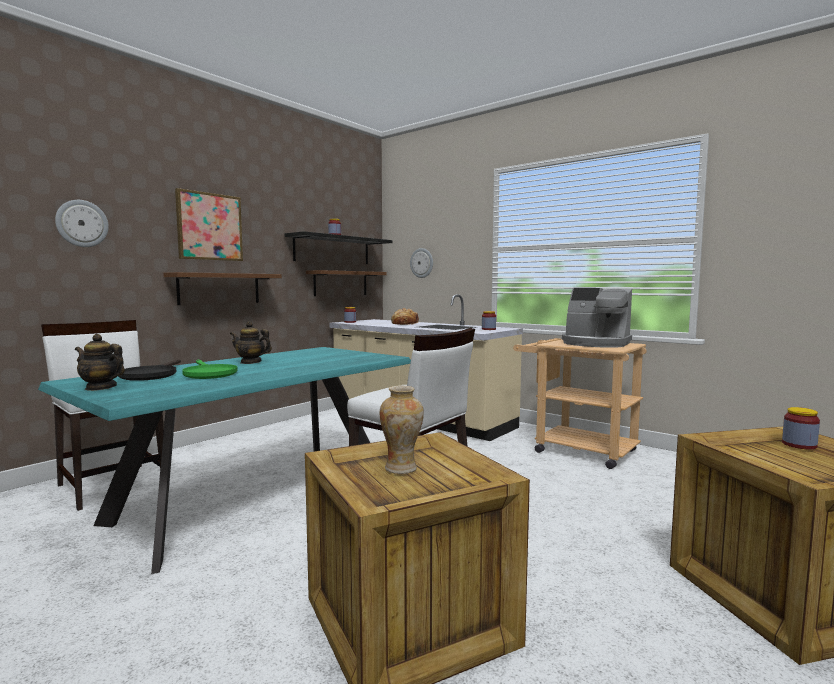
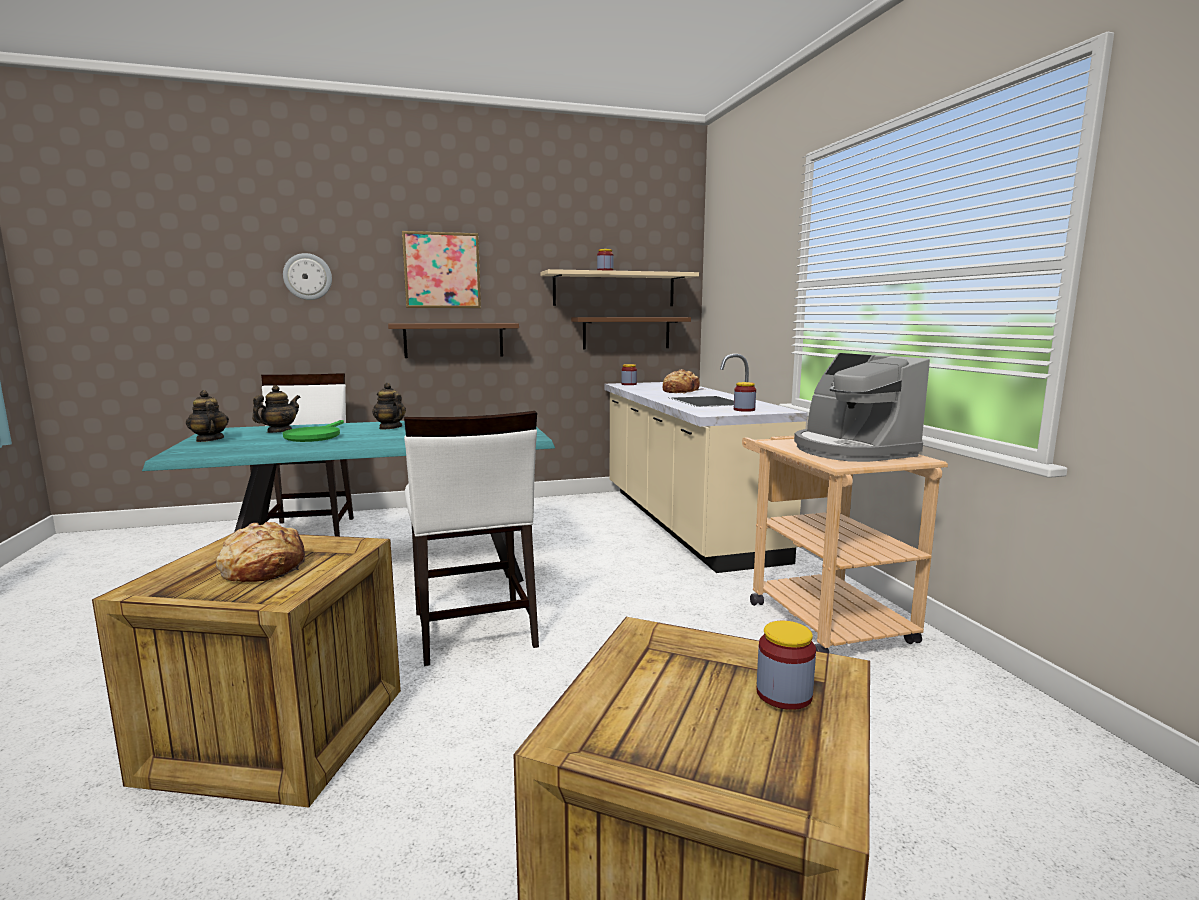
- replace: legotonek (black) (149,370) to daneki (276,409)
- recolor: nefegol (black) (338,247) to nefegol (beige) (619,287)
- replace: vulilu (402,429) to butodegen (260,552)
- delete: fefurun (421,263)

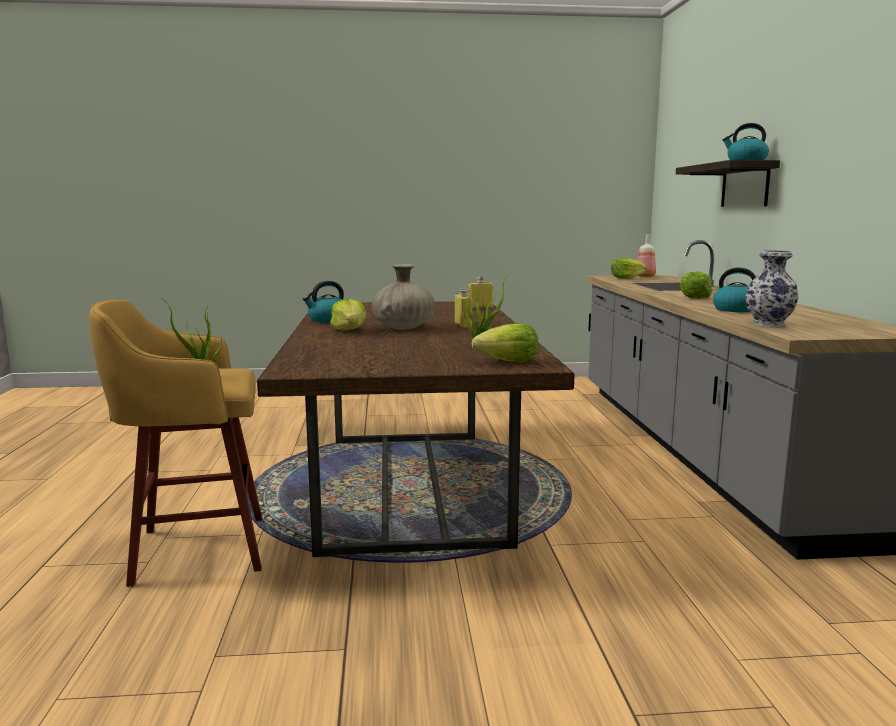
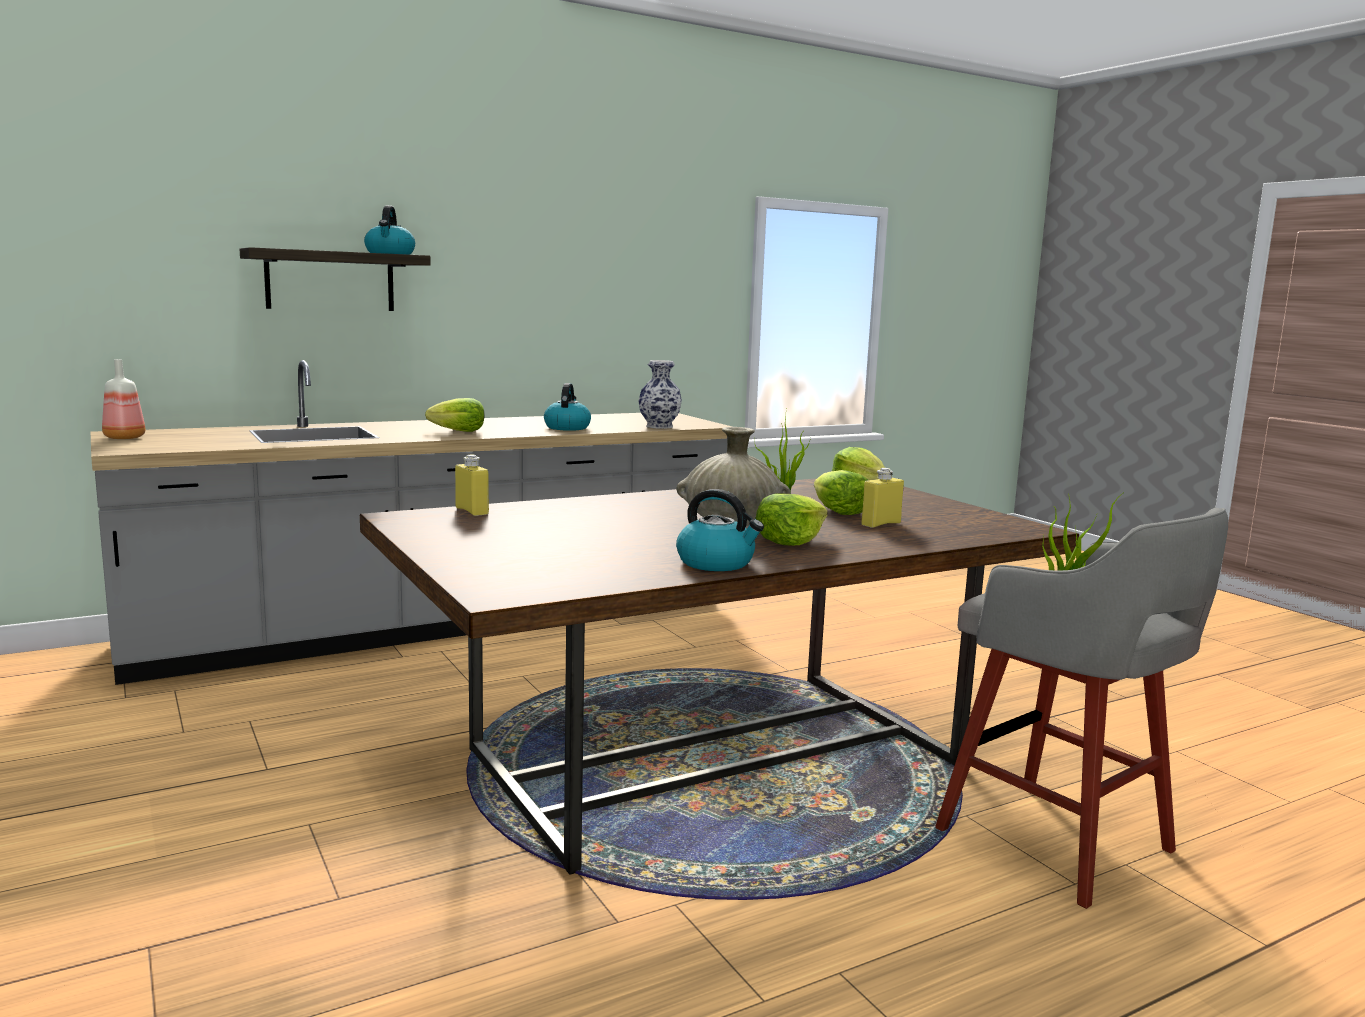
- recolor: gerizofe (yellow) (175,443) to gerizofe (grey) (1081,708)
- move: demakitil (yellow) (463,308) to (882,498)
- move: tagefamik (629,268) to (841,492)

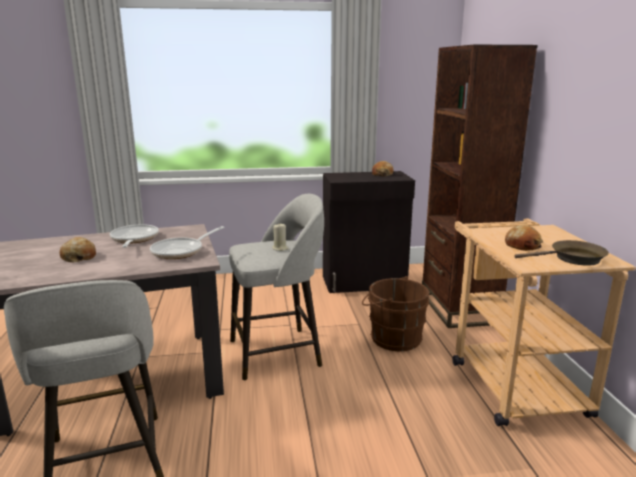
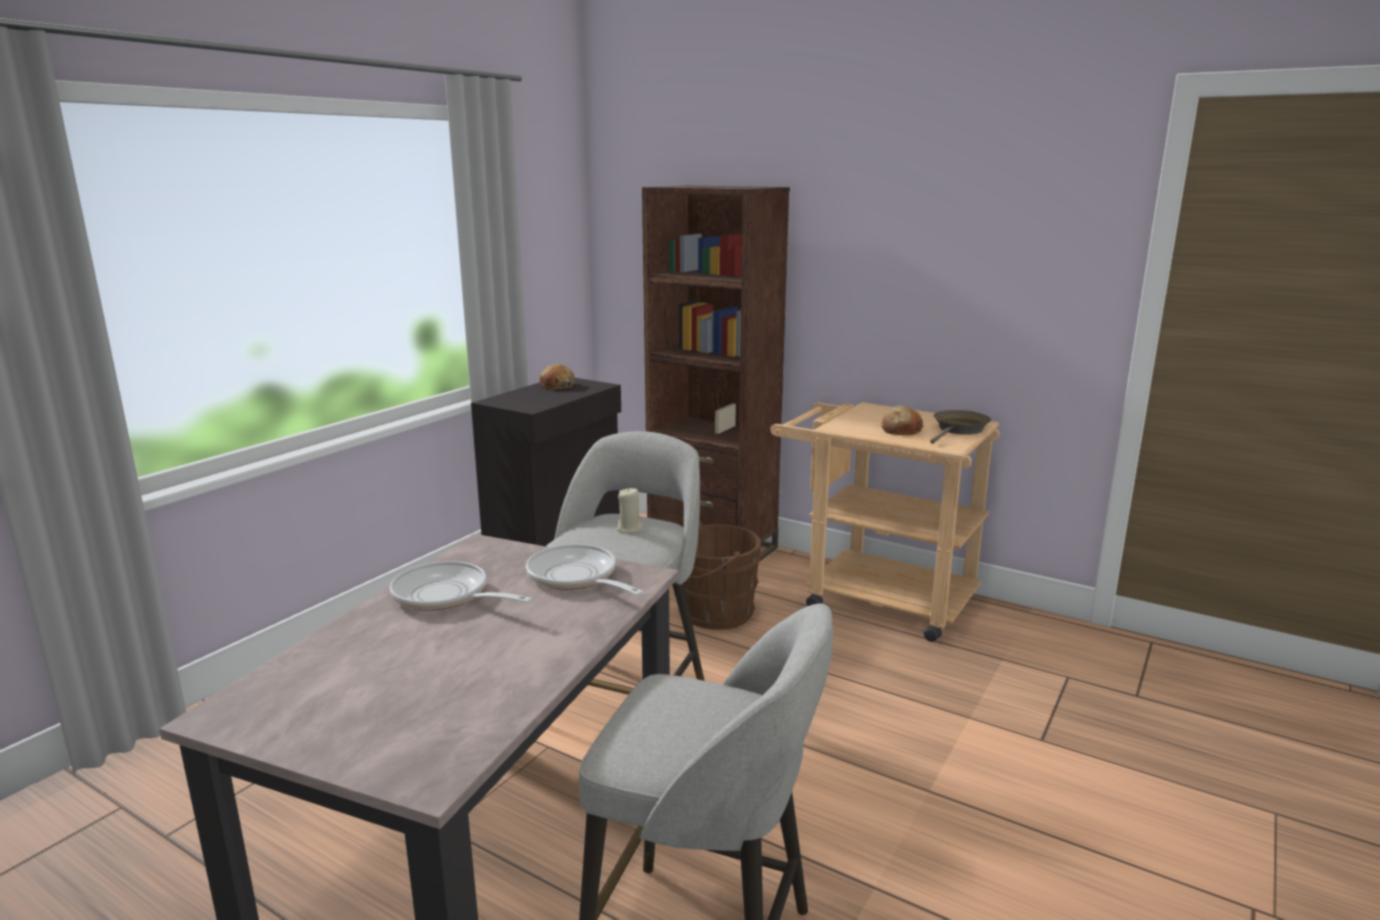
- delete: butodegen (78,250)
- rotate: legotonek (187,242) = (585,570) 150 degrees clockwise

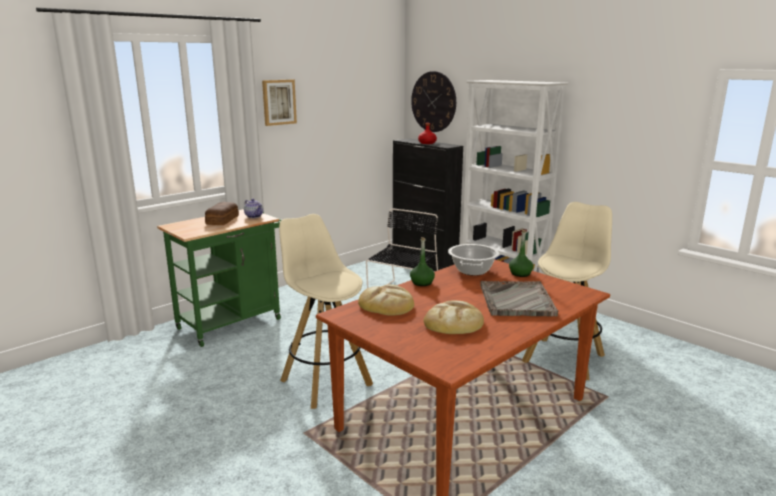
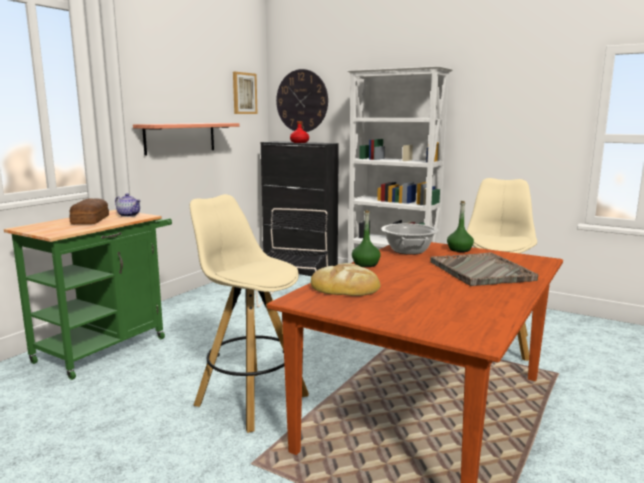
- move: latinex (279,103) to (245,93)
- delete: butodegen (454,317)
- insert: nefegol (186,139)

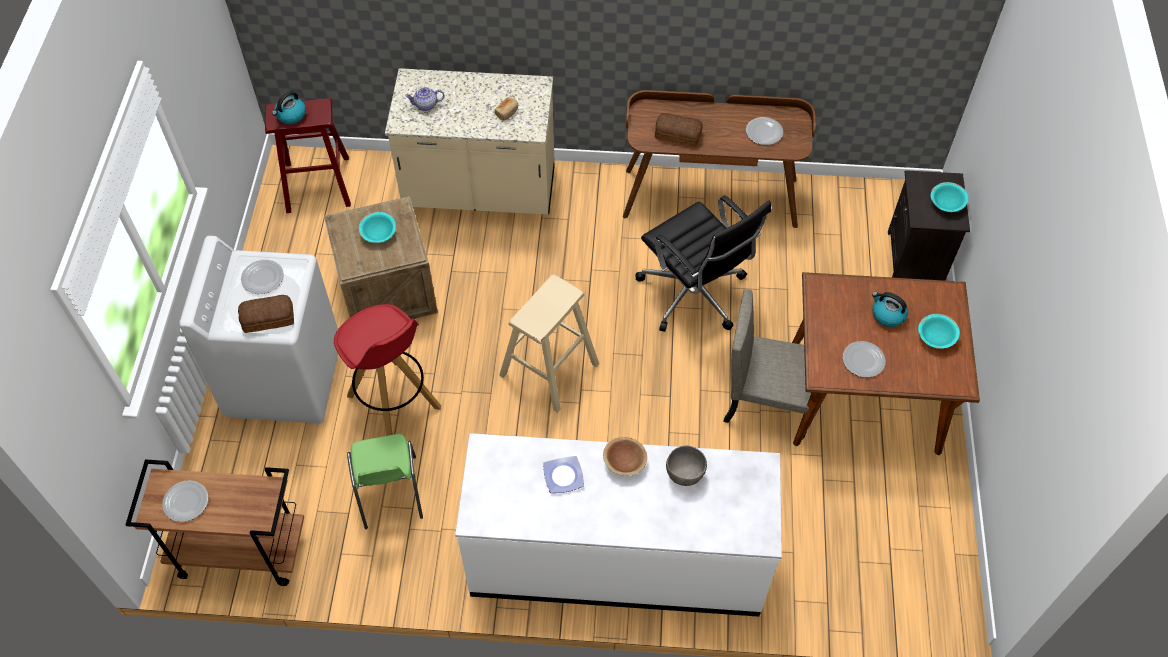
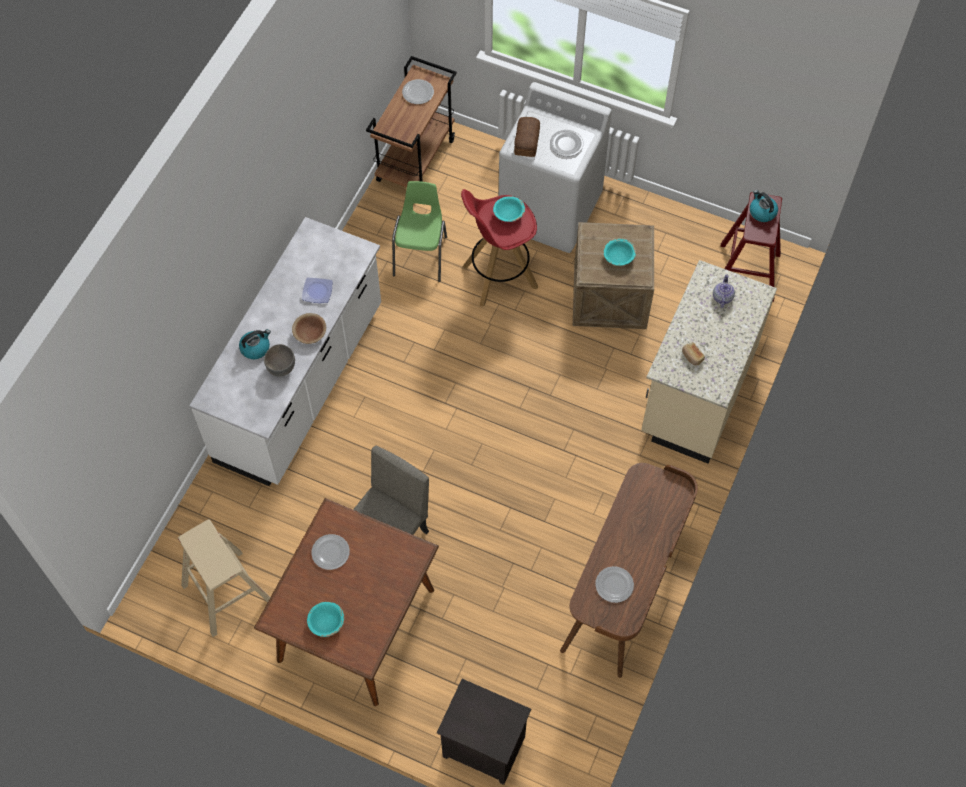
- rotate: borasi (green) (385,481) = (419,231) 90 degrees clockwise
- move: gerizofe (beige) (549,343) to (224,578)
- delete: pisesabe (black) (703,263)
- delete: butodegen (679,130)
- move: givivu (890,309) to (255,344)
- move: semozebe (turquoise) (949,197) to (509,209)

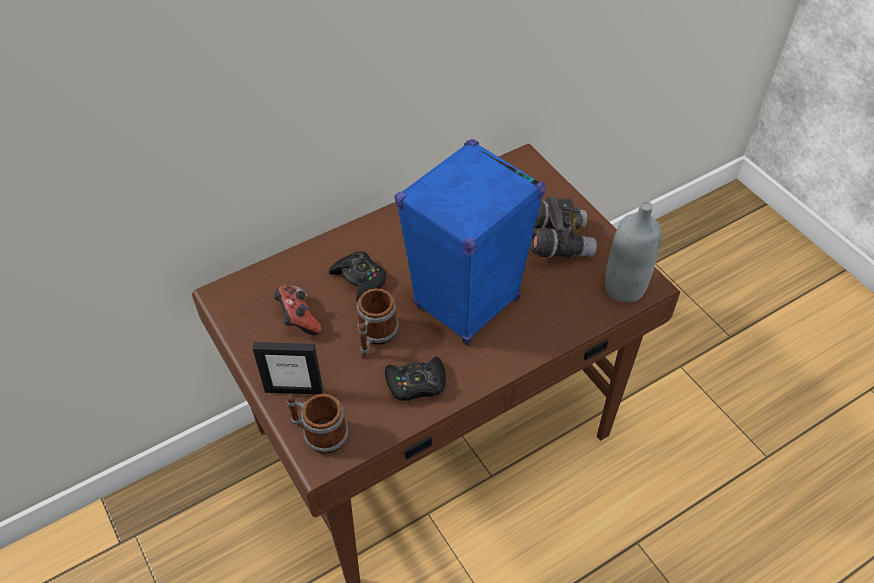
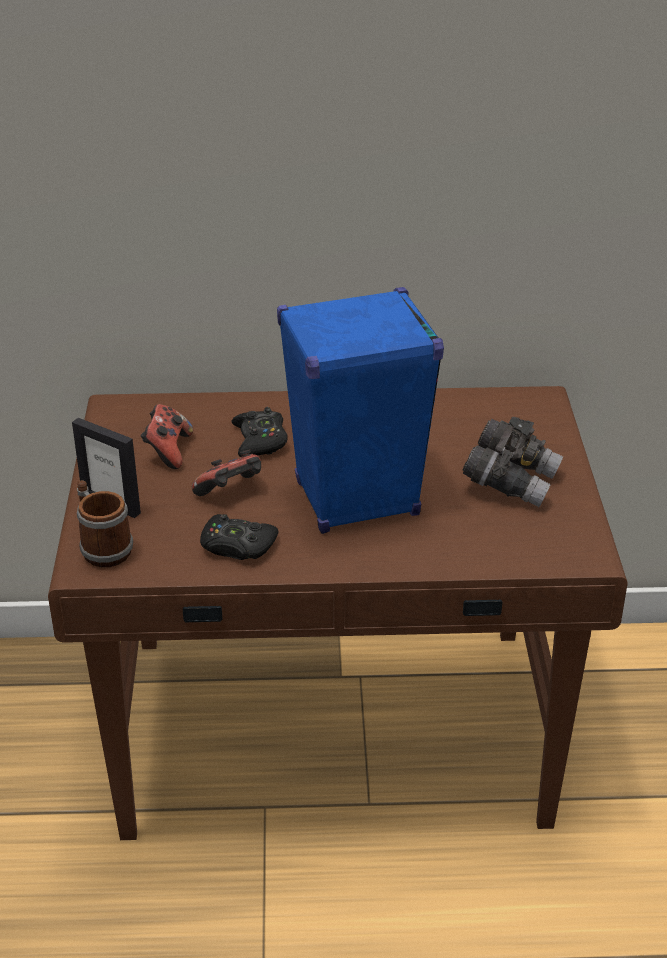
- replace: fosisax (378,323) to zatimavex (226,472)
- delete: demakitil (grey) (633,251)

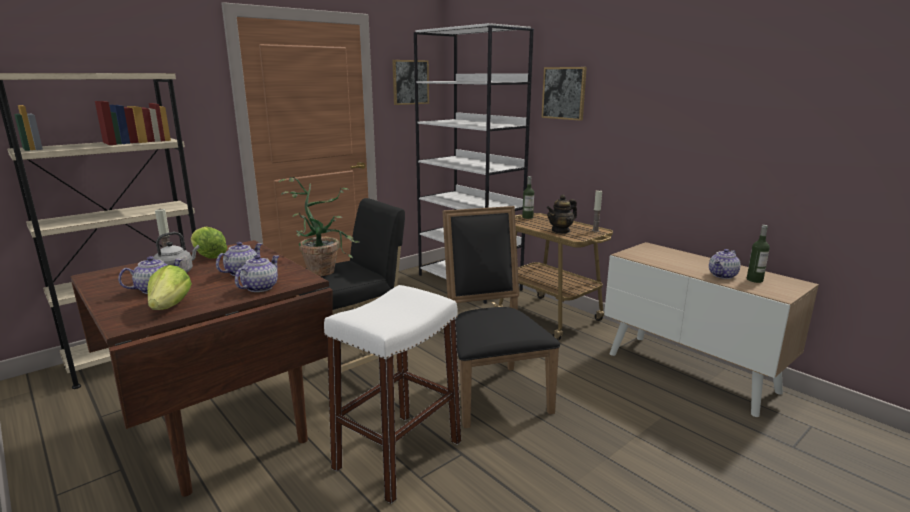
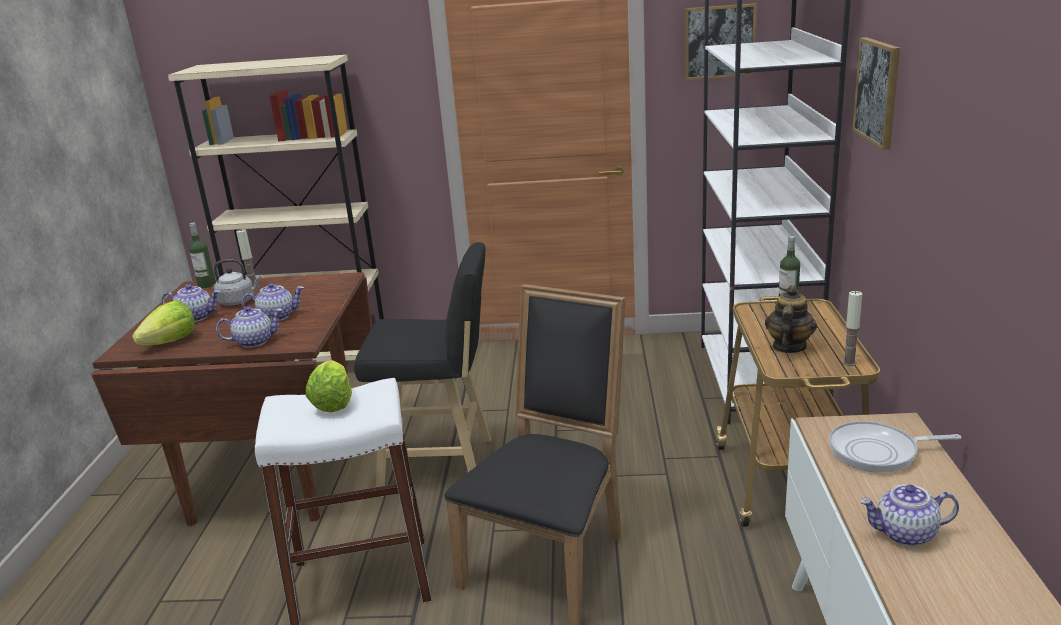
- move: tagefamik (209,243) to (329,386)
- delete: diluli (320,226)
- rotate: daneki (562,214) = (791,319) 105 degrees clockwise
- move: demakitil (758,254) to (202,255)
- insert: legotonek (895,447)

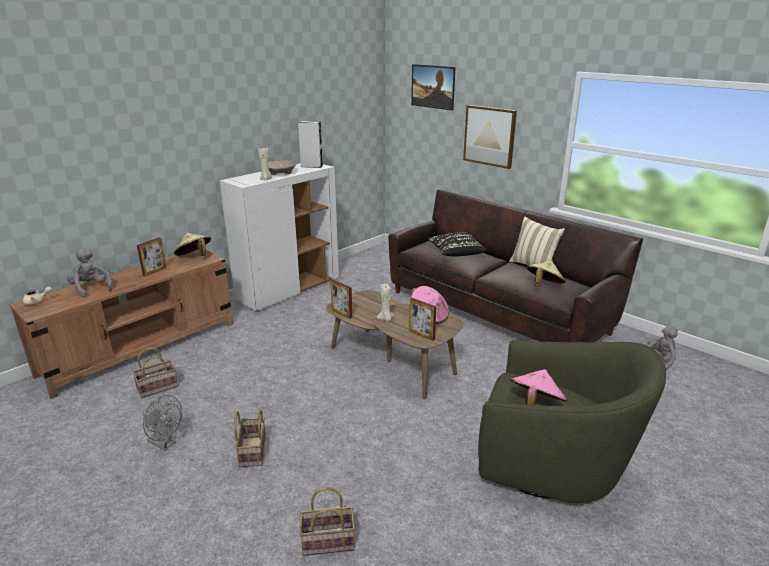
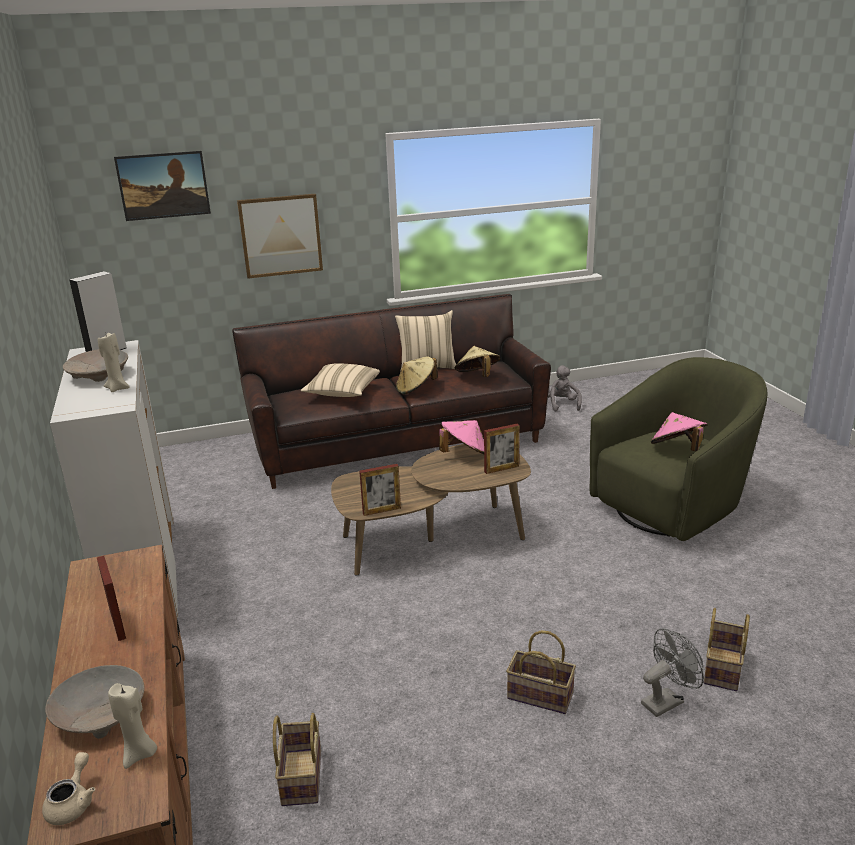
- replace: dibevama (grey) (89,272) to semozebe (beige) (94,702)
- move: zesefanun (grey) (162,423) to (672,672)
- move: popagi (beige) (192,244) to (417,375)
- move: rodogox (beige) (385,302) to (132,726)
- recolor: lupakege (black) (457,244) to lupakege (beige) (340,380)

